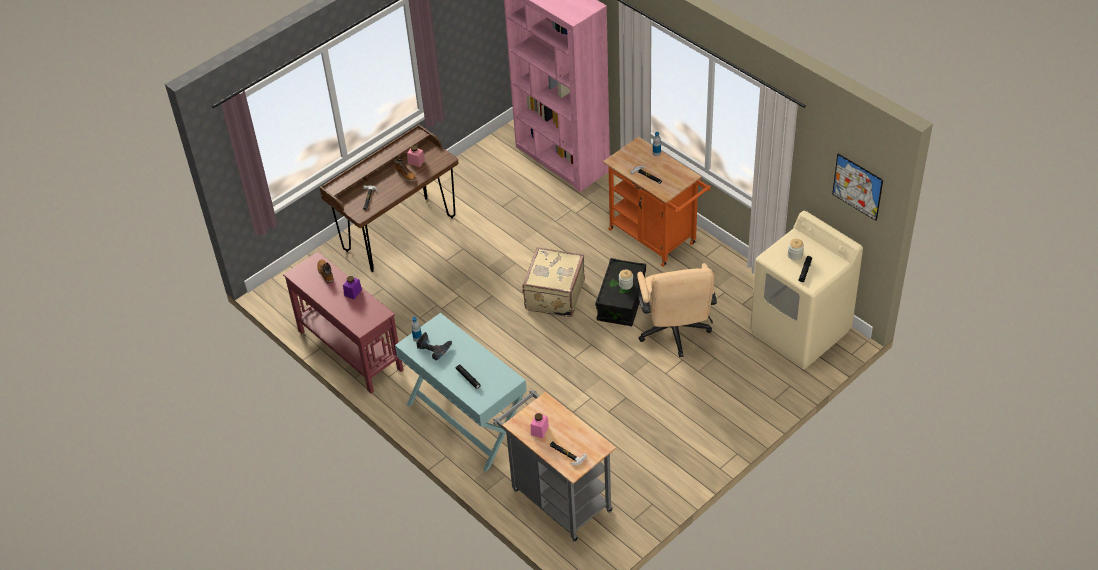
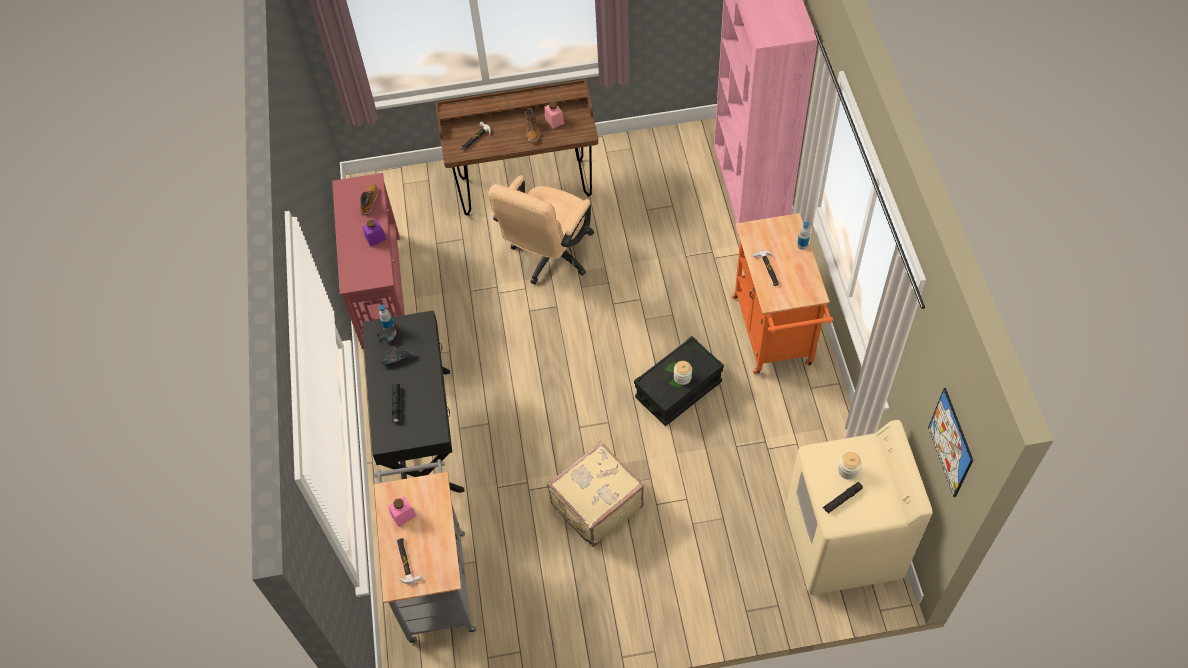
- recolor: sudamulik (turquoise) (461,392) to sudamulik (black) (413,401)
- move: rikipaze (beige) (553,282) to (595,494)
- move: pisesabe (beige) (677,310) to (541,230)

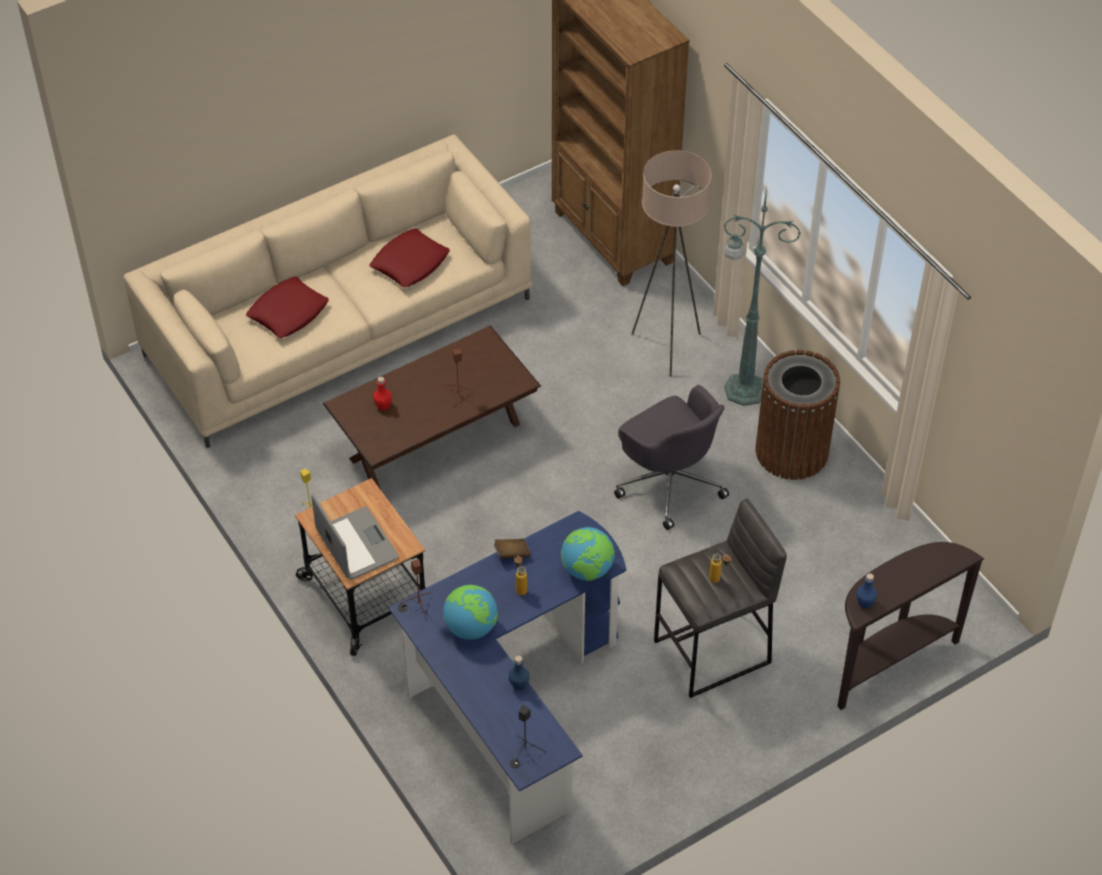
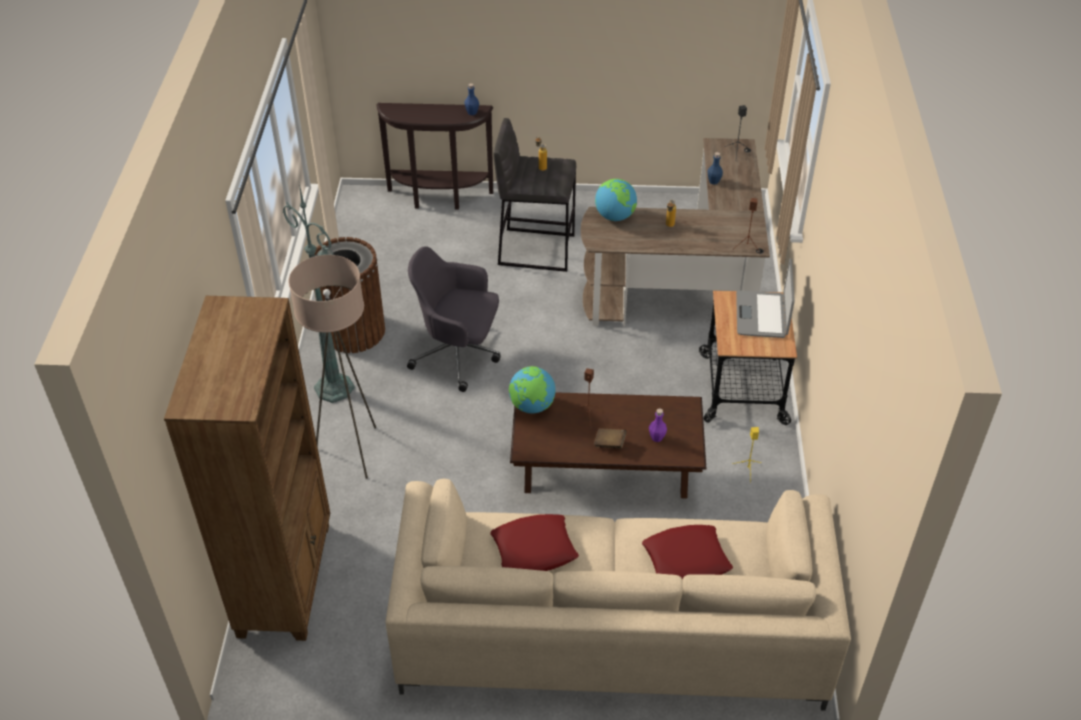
- recolor: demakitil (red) (382,394) to demakitil (purple) (658,425)
- recolor: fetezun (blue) (507,677) to fetezun (brown) (675,232)
- move: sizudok (470,612) to (532,389)
- move: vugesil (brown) (512,548) to (610,438)
- rotate: pisesabe (grey) (671,457) = (454,319) 75 degrees counterclockwise

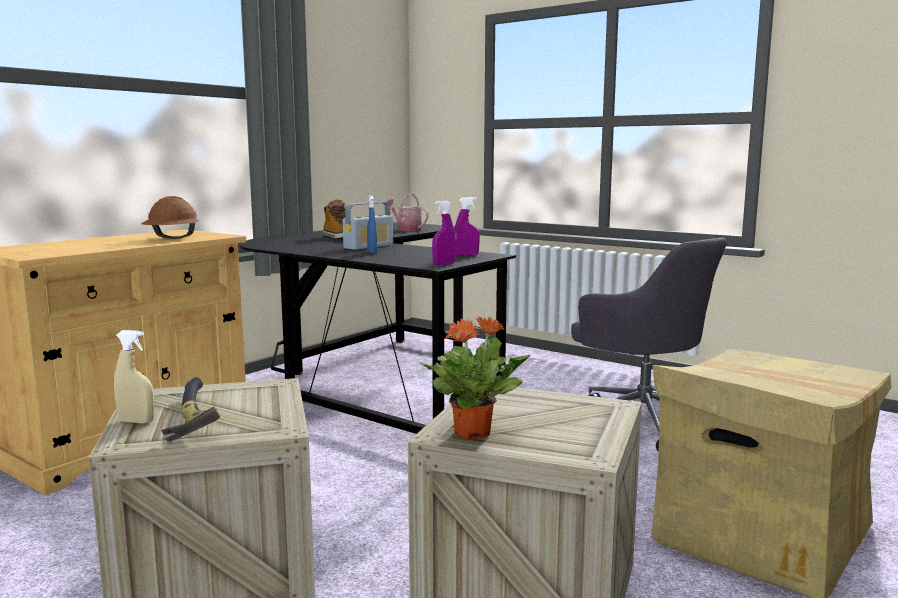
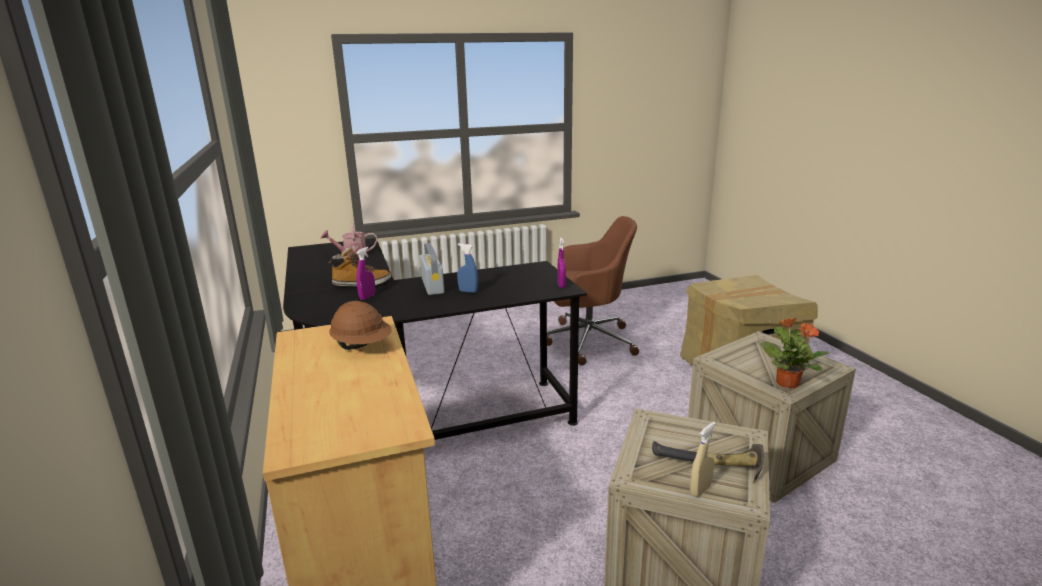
- move: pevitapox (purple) (467,226) to (365,273)
- recolor: pisesabe (grey) (649,344) to pisesabe (brown) (593,290)

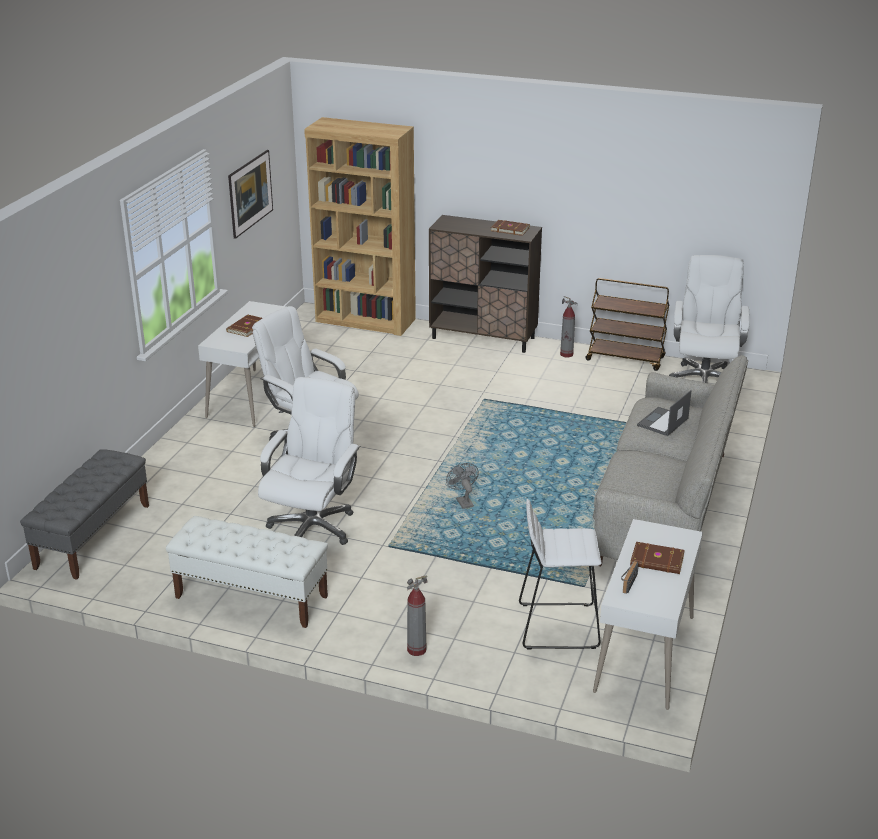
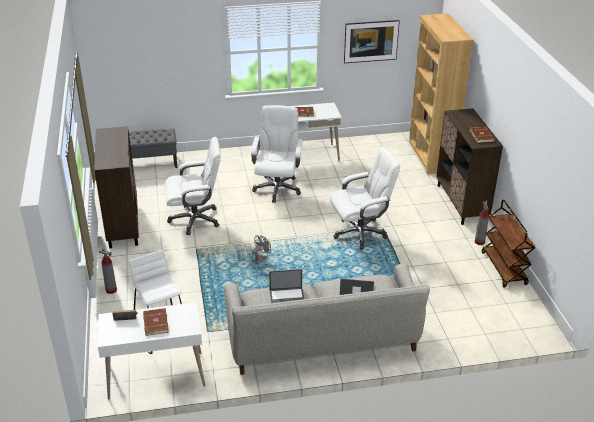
- replace: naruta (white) (247,572) to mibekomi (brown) (116,187)
- move: pisesabe (white) (709,319) to (365,198)
- insert: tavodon (286,286)

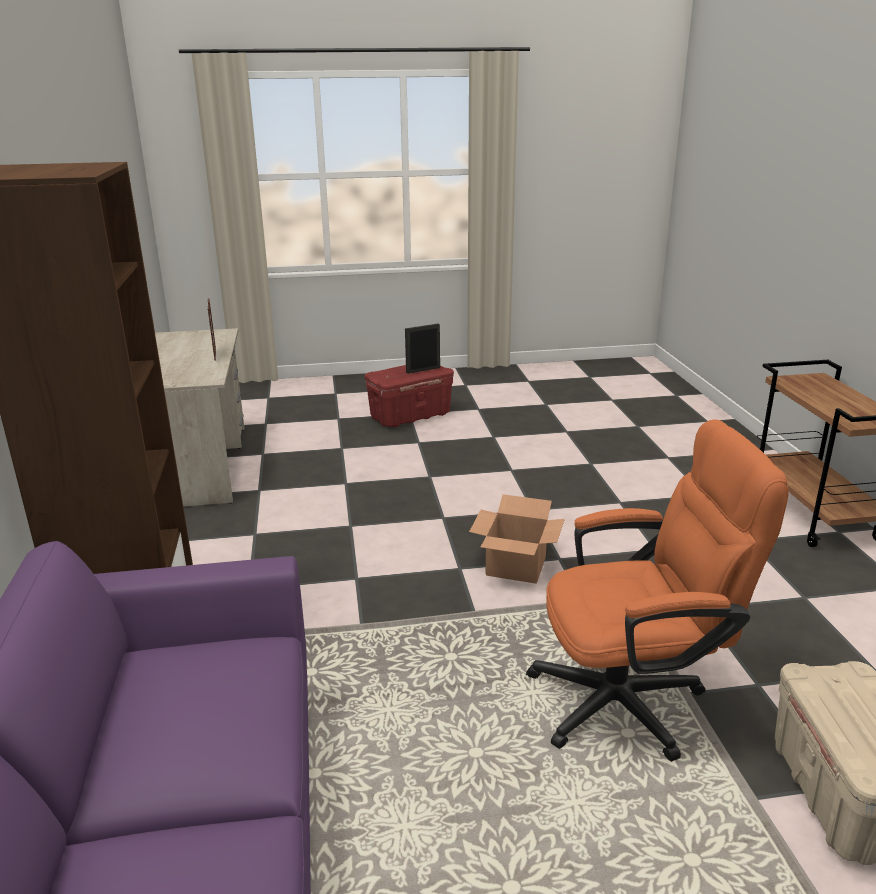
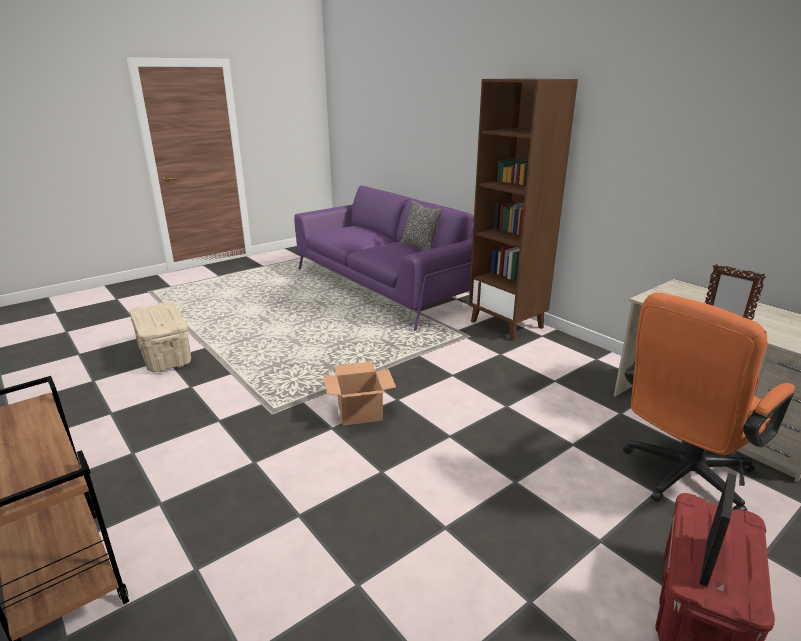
- move: pisesabe (orange) (657,590) to (709,402)
- insert: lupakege (421,226)

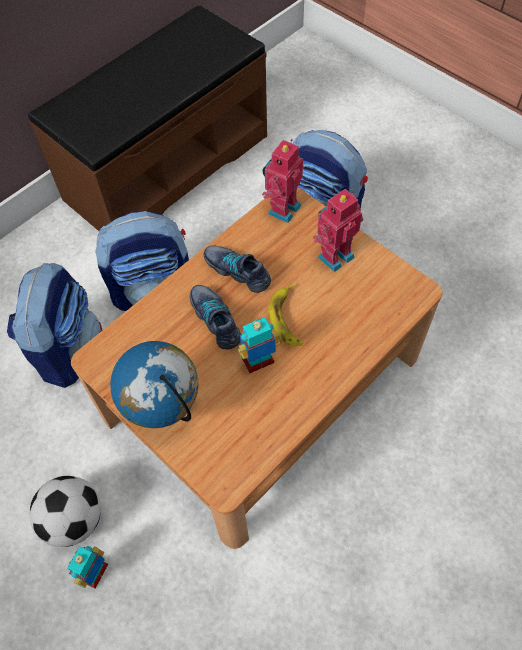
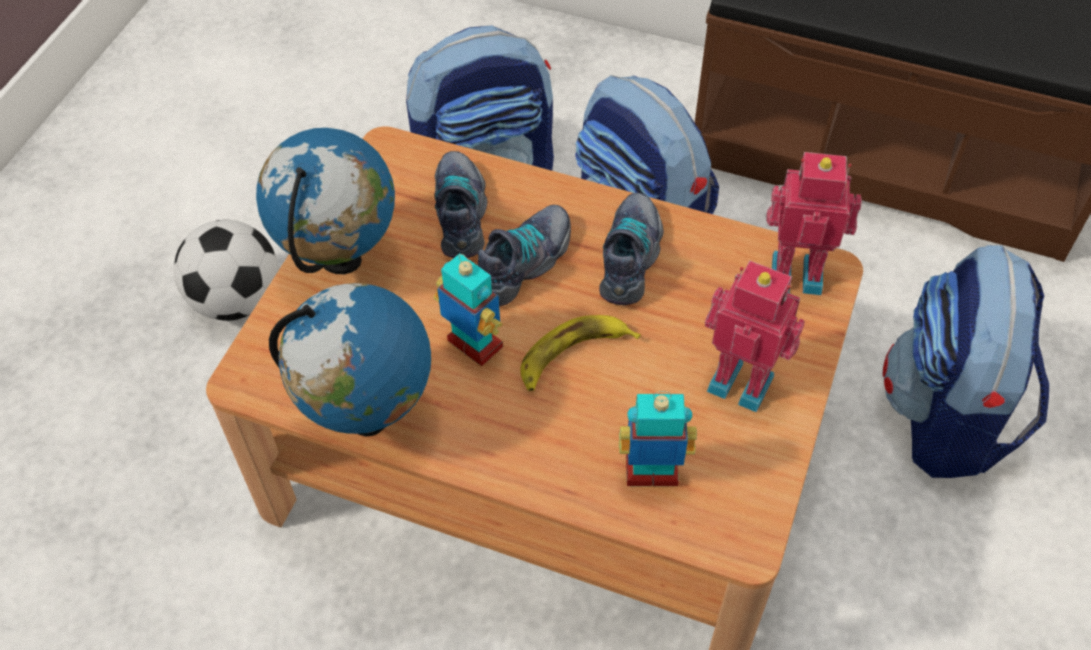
- move: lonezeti (87,567) to (658,438)
- insert: sizudok (350,359)
- insert: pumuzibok (461,204)

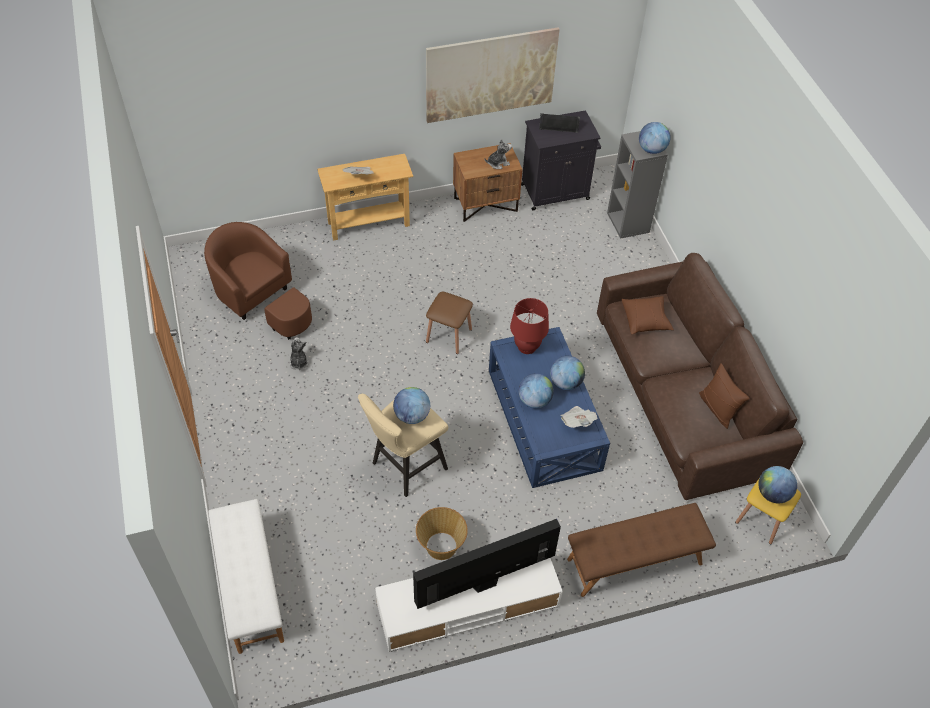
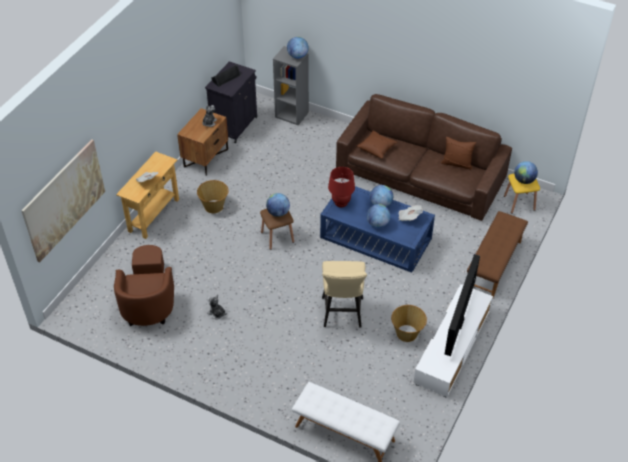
- rotate: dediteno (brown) (258,281) = (144,285) 90 degrees counterclockwise
- move: sizudok (411,405) to (278,205)
- move: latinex (493,75) to (63,201)
- insert: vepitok (213,196)

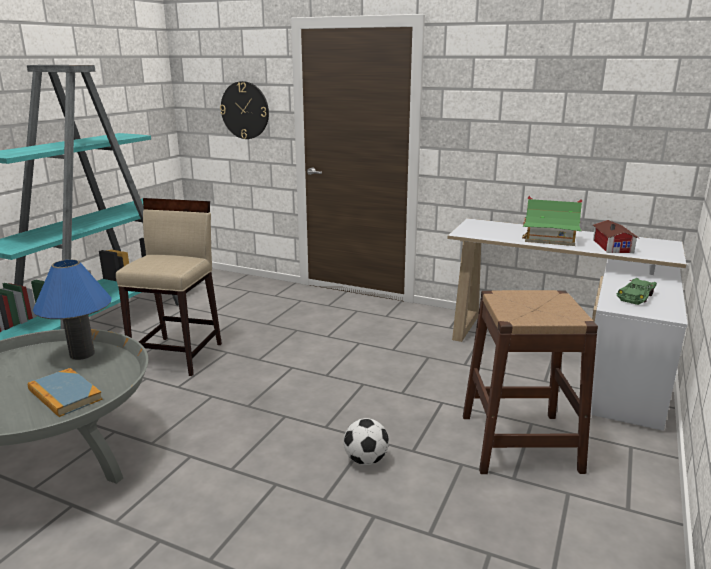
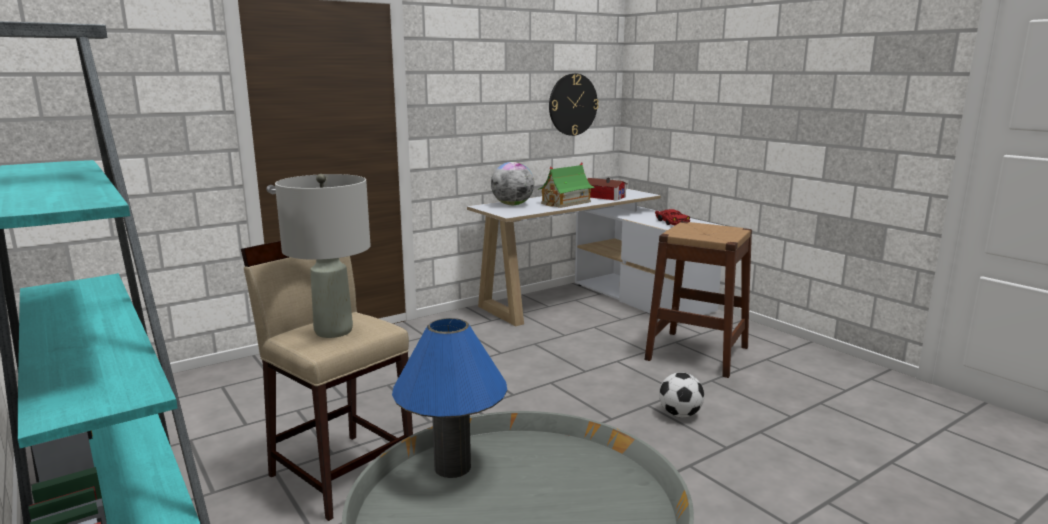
- delete: vugesil (65,392)
- move: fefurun (244,110) to (574,104)
- recolor: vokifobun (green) (637,291) to vokifobun (red) (672,217)
- insert: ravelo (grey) (323,256)
- insert: sizudok (512,183)

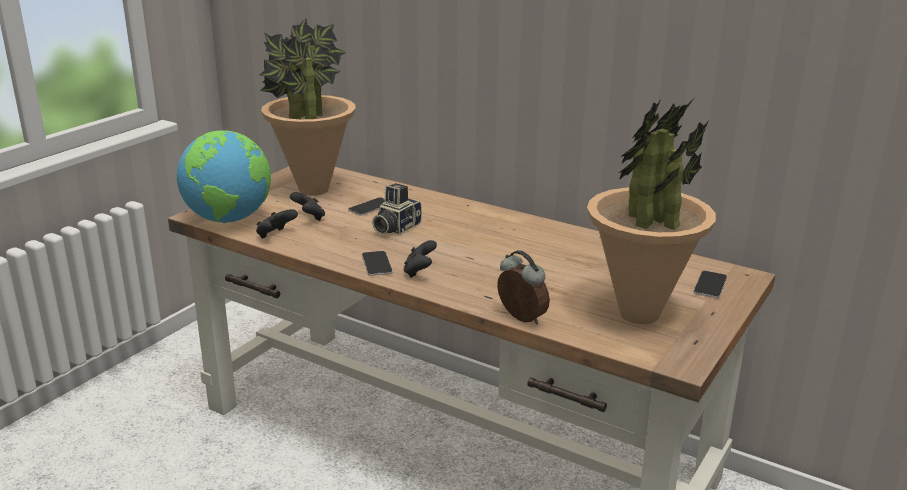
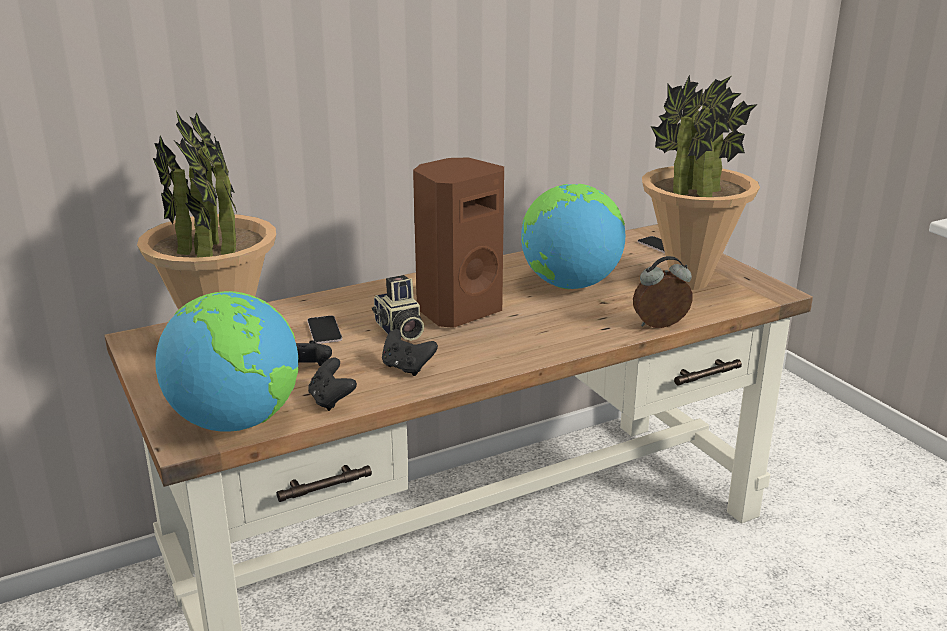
- delete: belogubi (377,263)
- move: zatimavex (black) (420,259) to (410,352)
- insert: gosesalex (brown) (458,243)
- insert: sizudok (573,236)

